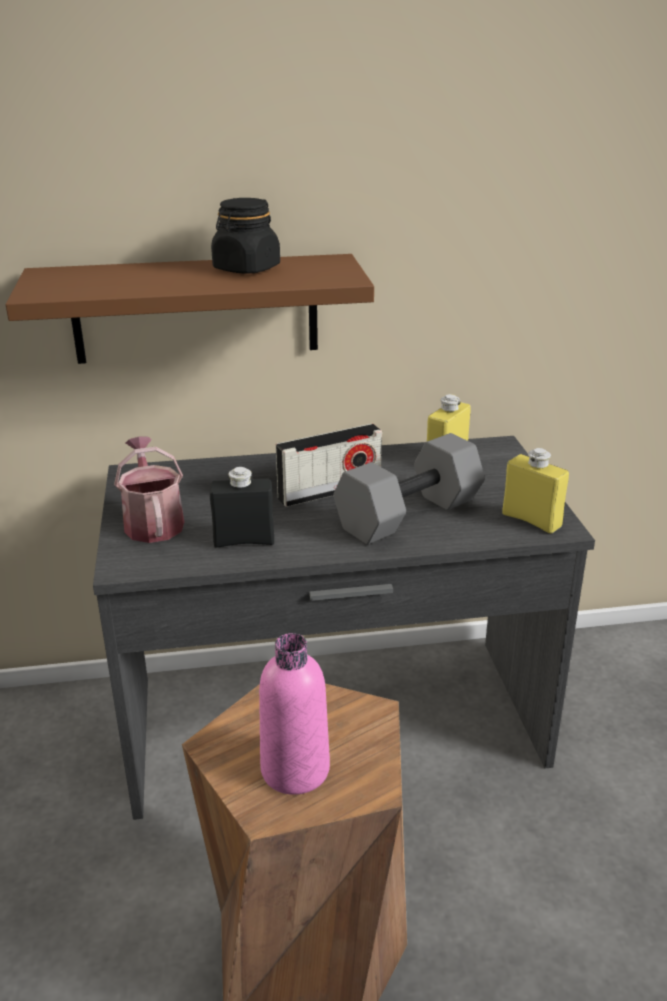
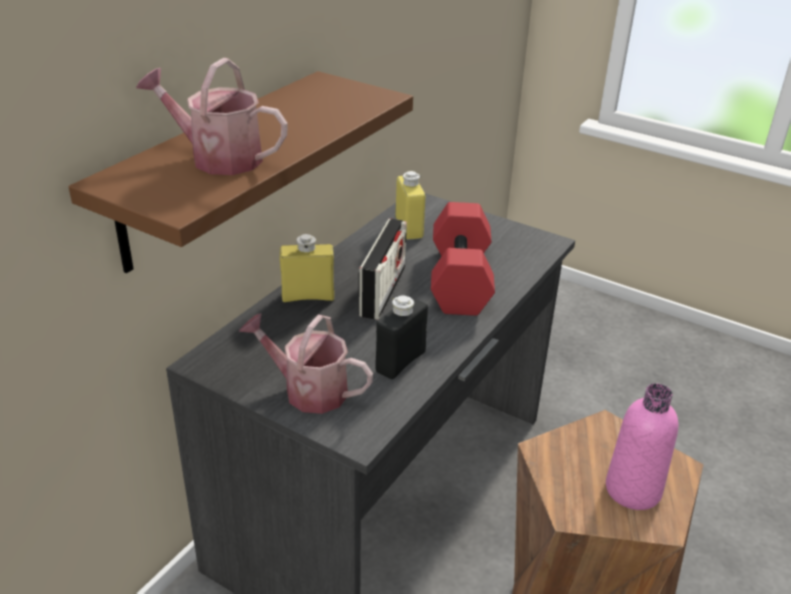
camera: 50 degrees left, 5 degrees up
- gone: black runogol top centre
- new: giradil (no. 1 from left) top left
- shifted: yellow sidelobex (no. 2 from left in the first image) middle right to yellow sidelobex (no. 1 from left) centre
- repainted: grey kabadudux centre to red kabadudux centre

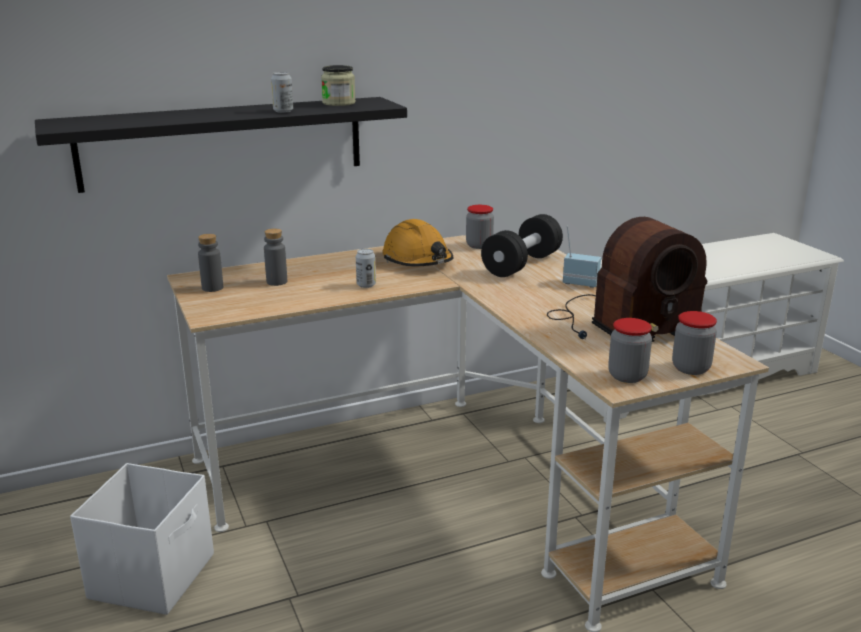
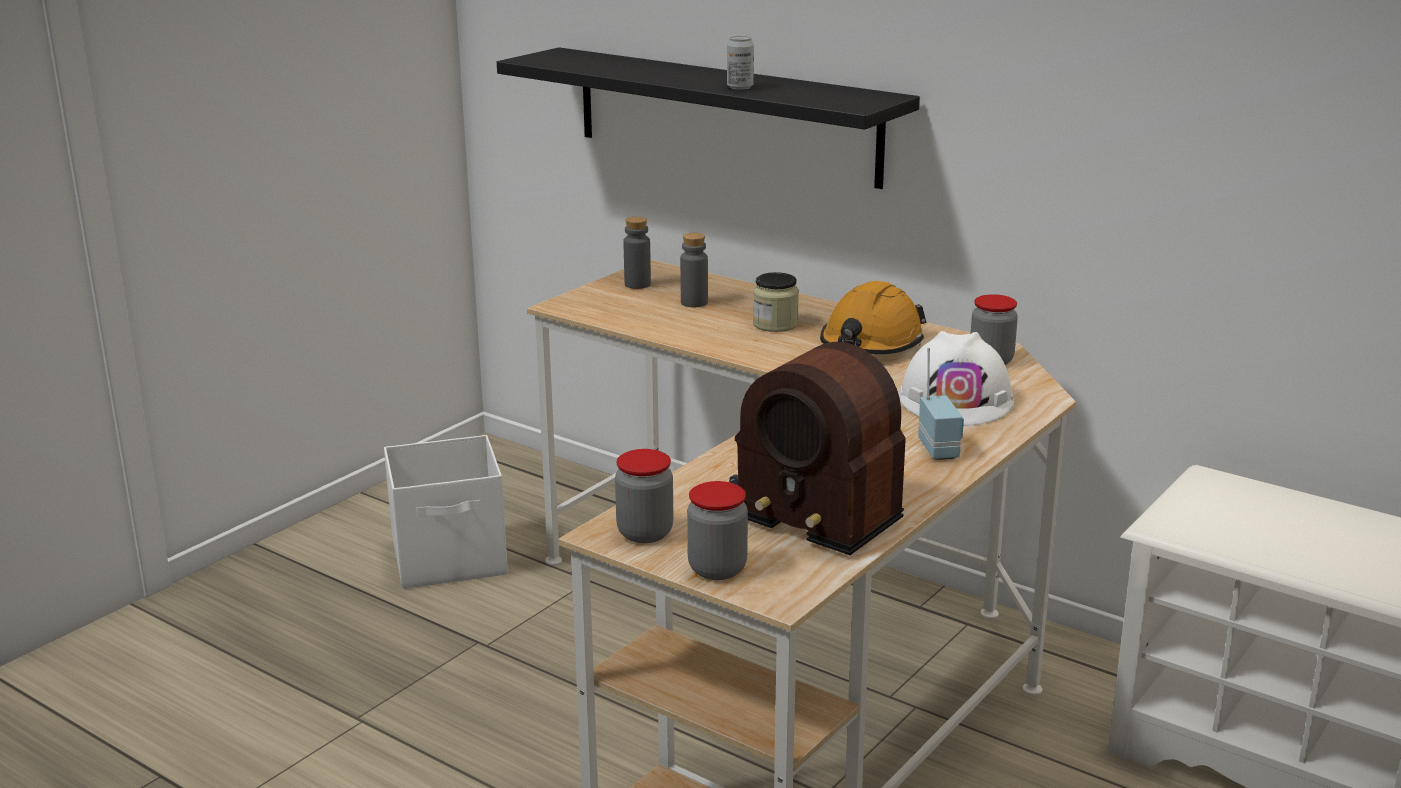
camera: 60 degrees right, 0 degrees up
- gone: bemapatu (no. 2 from left) centre
- shifted: runogol (no. 1 from left in the first image) top centre to runogol (no. 3 from left) centre
- swapped: black kabadudux centre to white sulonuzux middle right

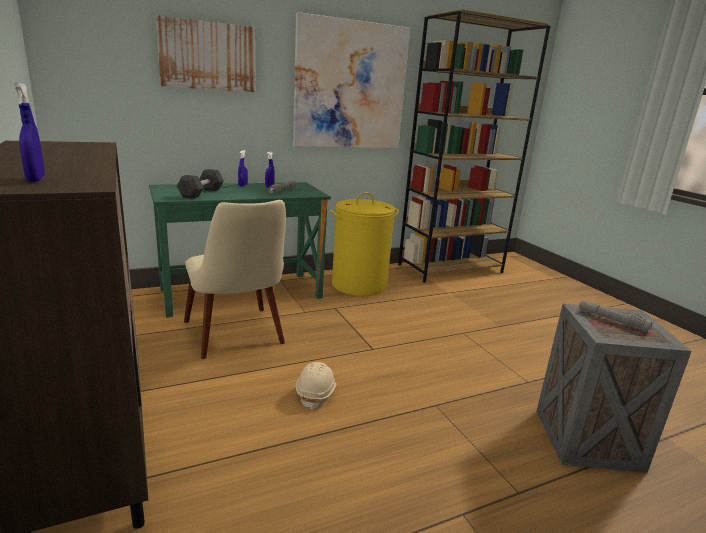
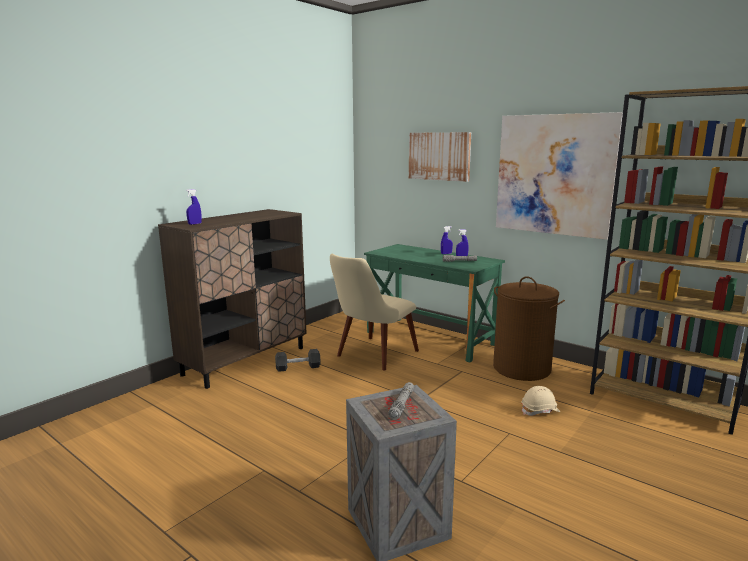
camera: 65 degrees right, 5 degrees down
- shifted: black kabadudux middle left to centre
- shifted: beige sulonuzux bottom centre to bottom right
- repainted: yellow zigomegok centre to brown zigomegok middle right

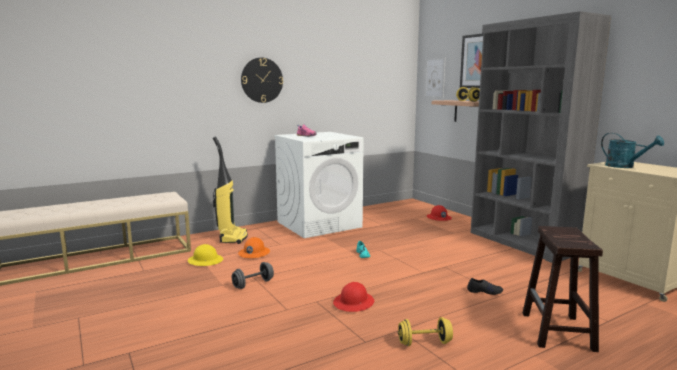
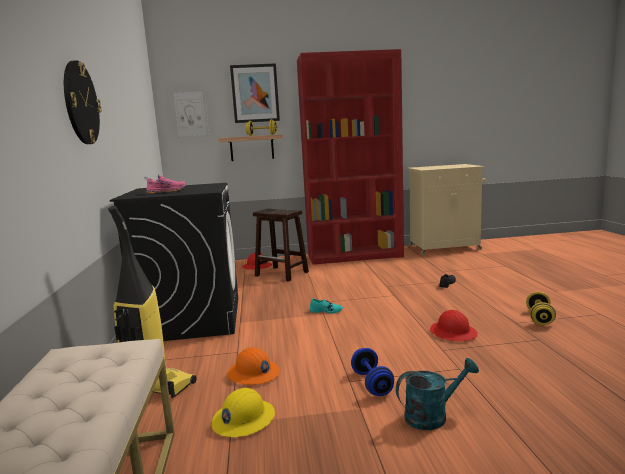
camera: 65 degrees left, 0 degrees up
- shifted: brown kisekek bottom right to centre
- shifted: turquoise giradil middle right to bottom right
- repainted: grey kabadudux bottom centre to blue kabadudux bottom centre
- repainted: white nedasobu centre to black nedasobu middle left
- repainted: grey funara middle right to red funara top centre

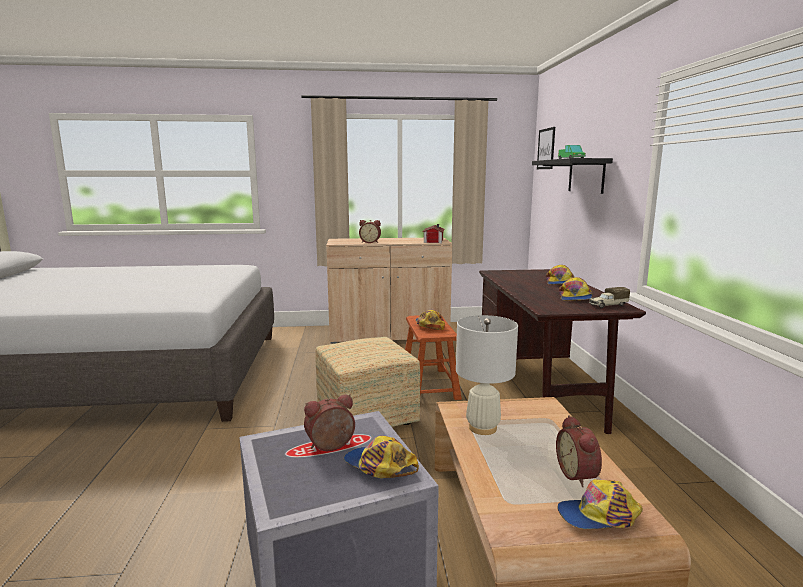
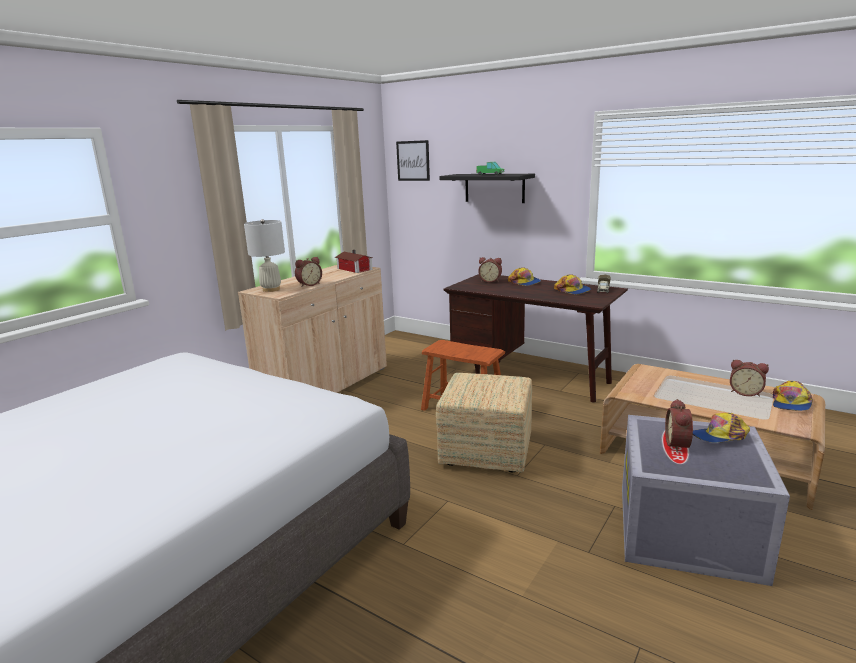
camera: 50 degrees left, 5 degrees up
- gone: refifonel (no. 2 from left) centre
- new: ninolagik (no. 2 from left) centre
- shifted: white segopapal centre to middle left

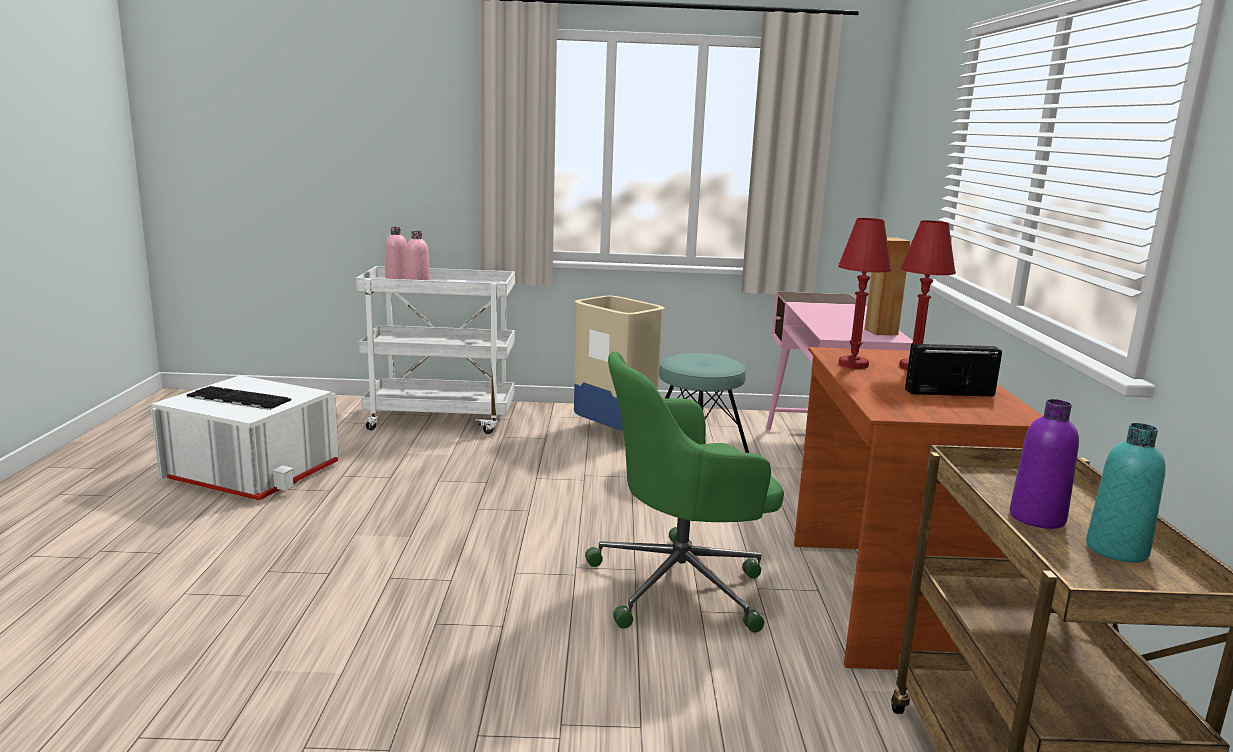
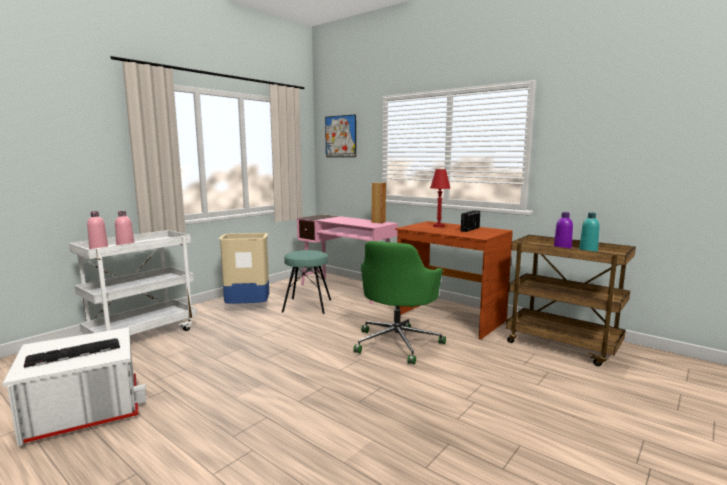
camera: 50 degrees left, 5 degrees down
- gone: red segopapal (no. 1 from left) middle right
- new: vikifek top centre

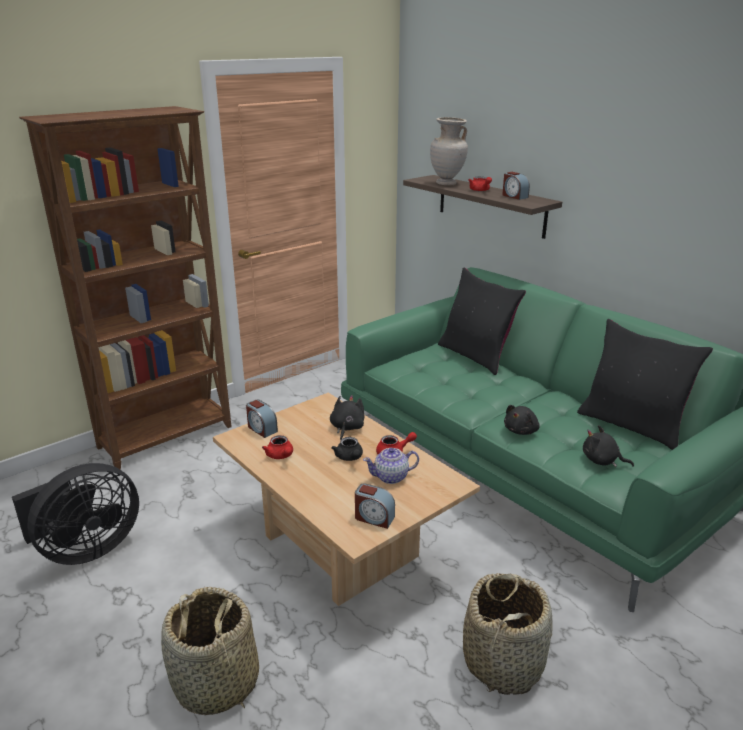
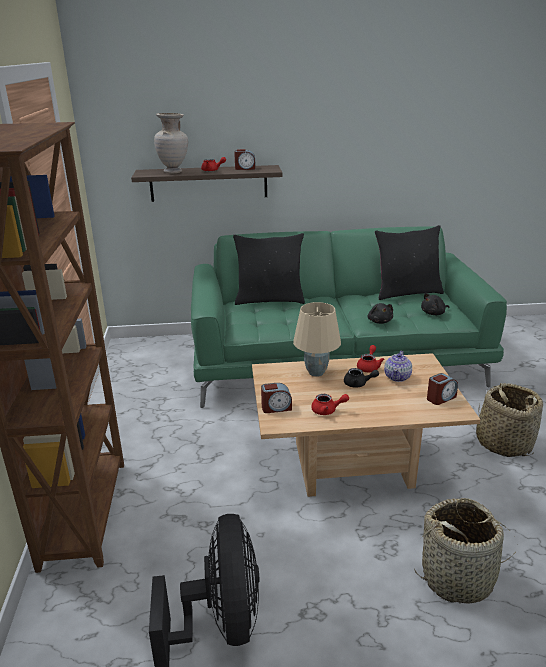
camera: 55 degrees left, 0 degrees up
- swapped: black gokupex (no. 1 from left) centre to beige segopapal centre

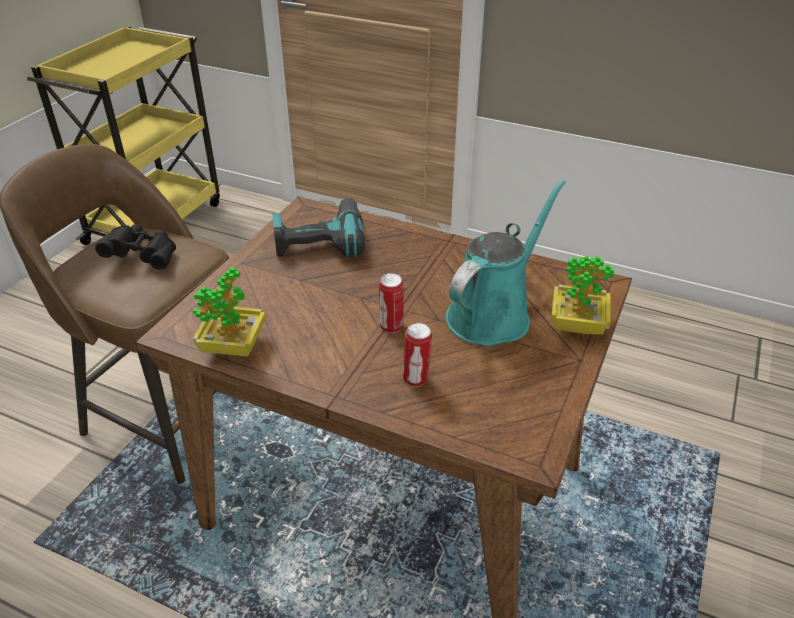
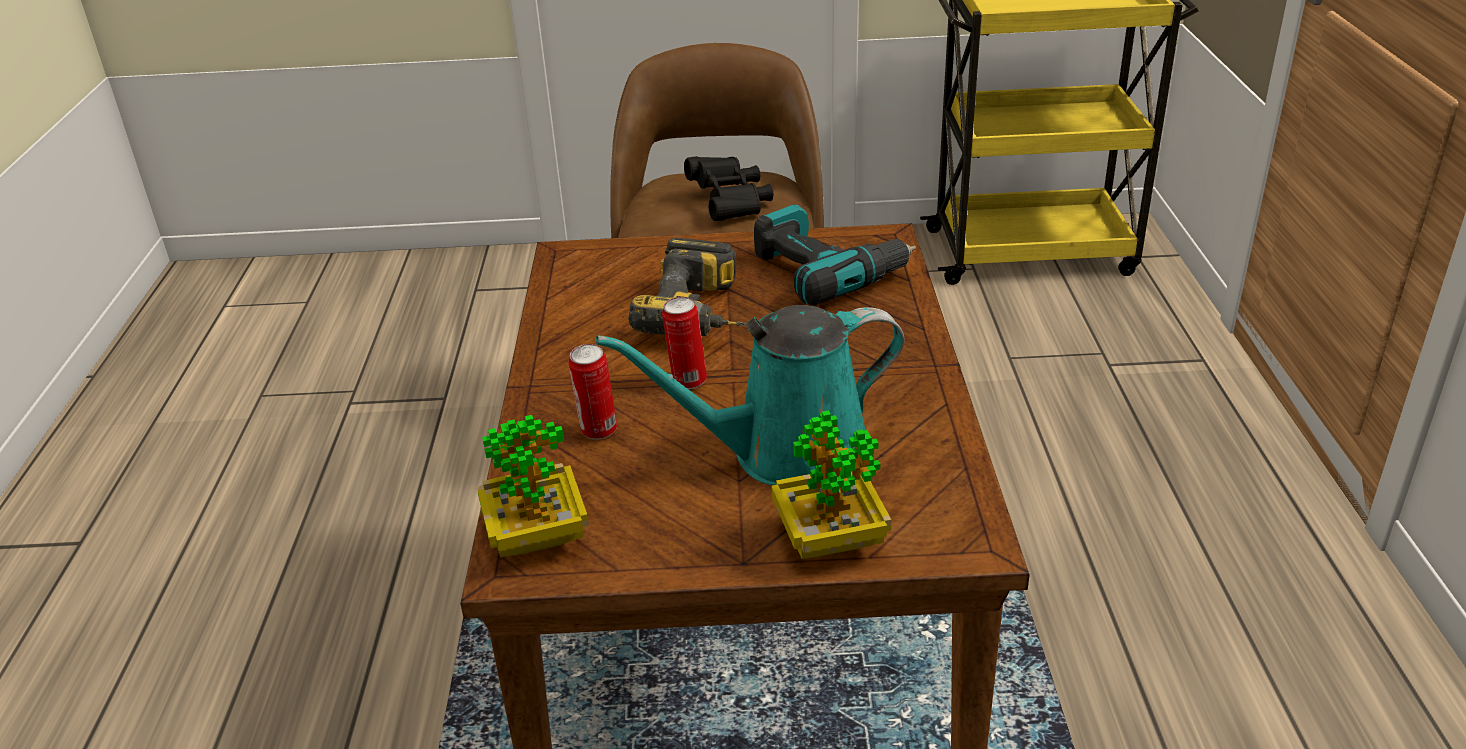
camera: 65 degrees right, 5 degrees down
- new: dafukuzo (no. 1 from left) centre
- shifted: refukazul (no. 1 from left) middle left to centre
- rotated: turquoise giradil centre = centre 150 degrees clockwise

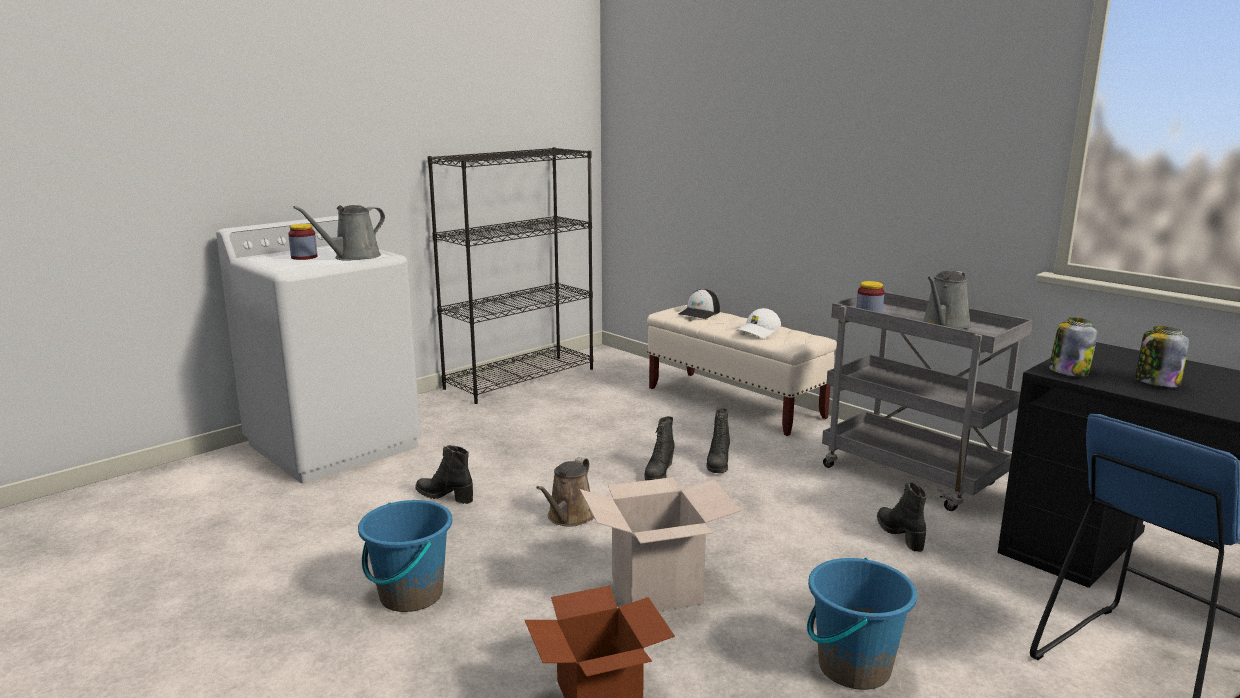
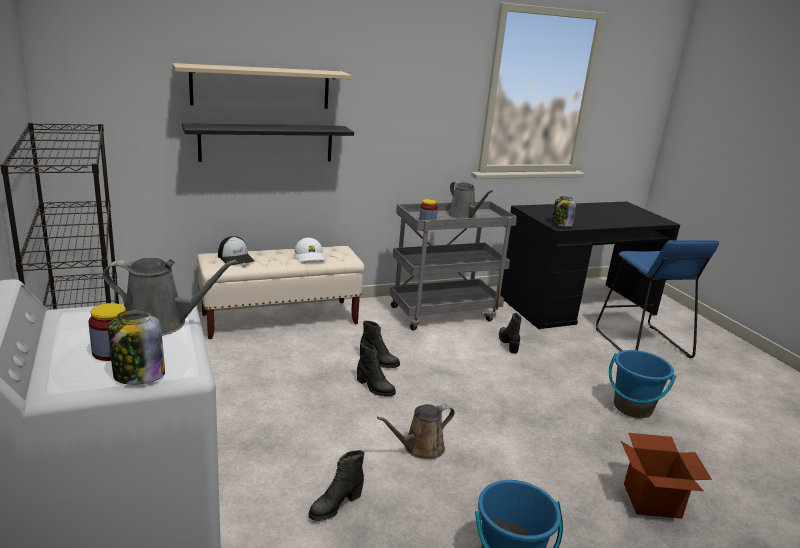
camera: 70 degrees left, 5 degrees up
- gone: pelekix (no. 2 from left) bottom centre
- new: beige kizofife top left
- new: black kizofife top centre
- shifted: runogol (no. 4 from left in the first image) middle right to runogol (no. 2 from left) middle left
- rotated: grey giradil (no. 1 from left) middle left = middle left 60 degrees counterclockwise
- rotated: brown giradil bottom centre = bottom centre 105 degrees clockwise
- rotated: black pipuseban (no. 4 from left) bottom right = centre 75 degrees clockwise

